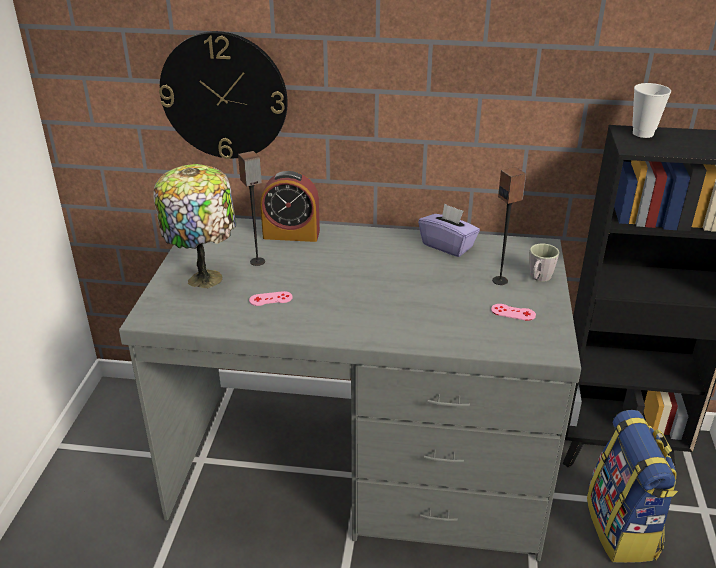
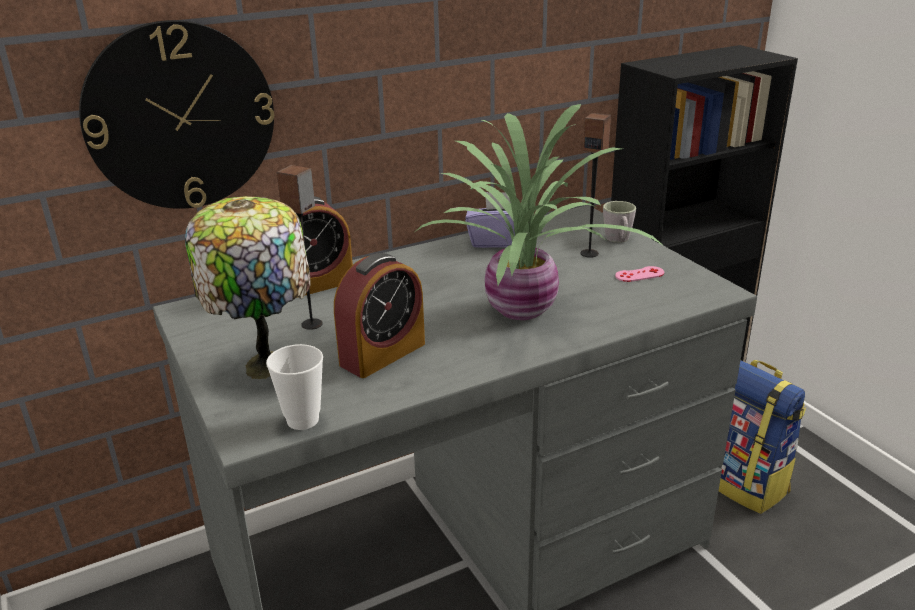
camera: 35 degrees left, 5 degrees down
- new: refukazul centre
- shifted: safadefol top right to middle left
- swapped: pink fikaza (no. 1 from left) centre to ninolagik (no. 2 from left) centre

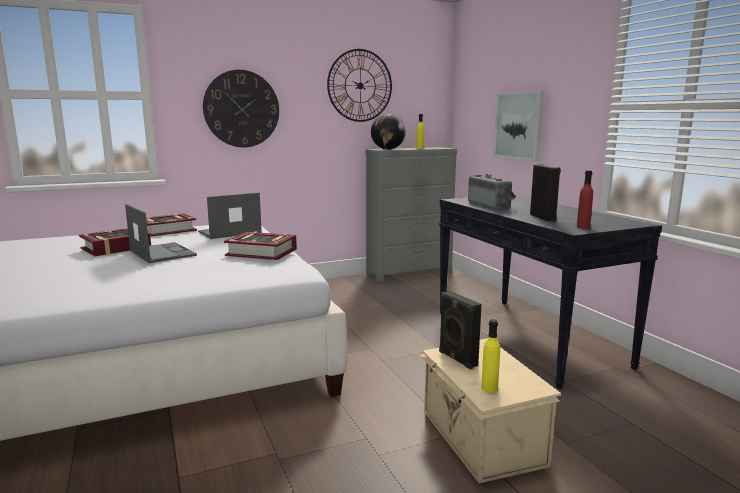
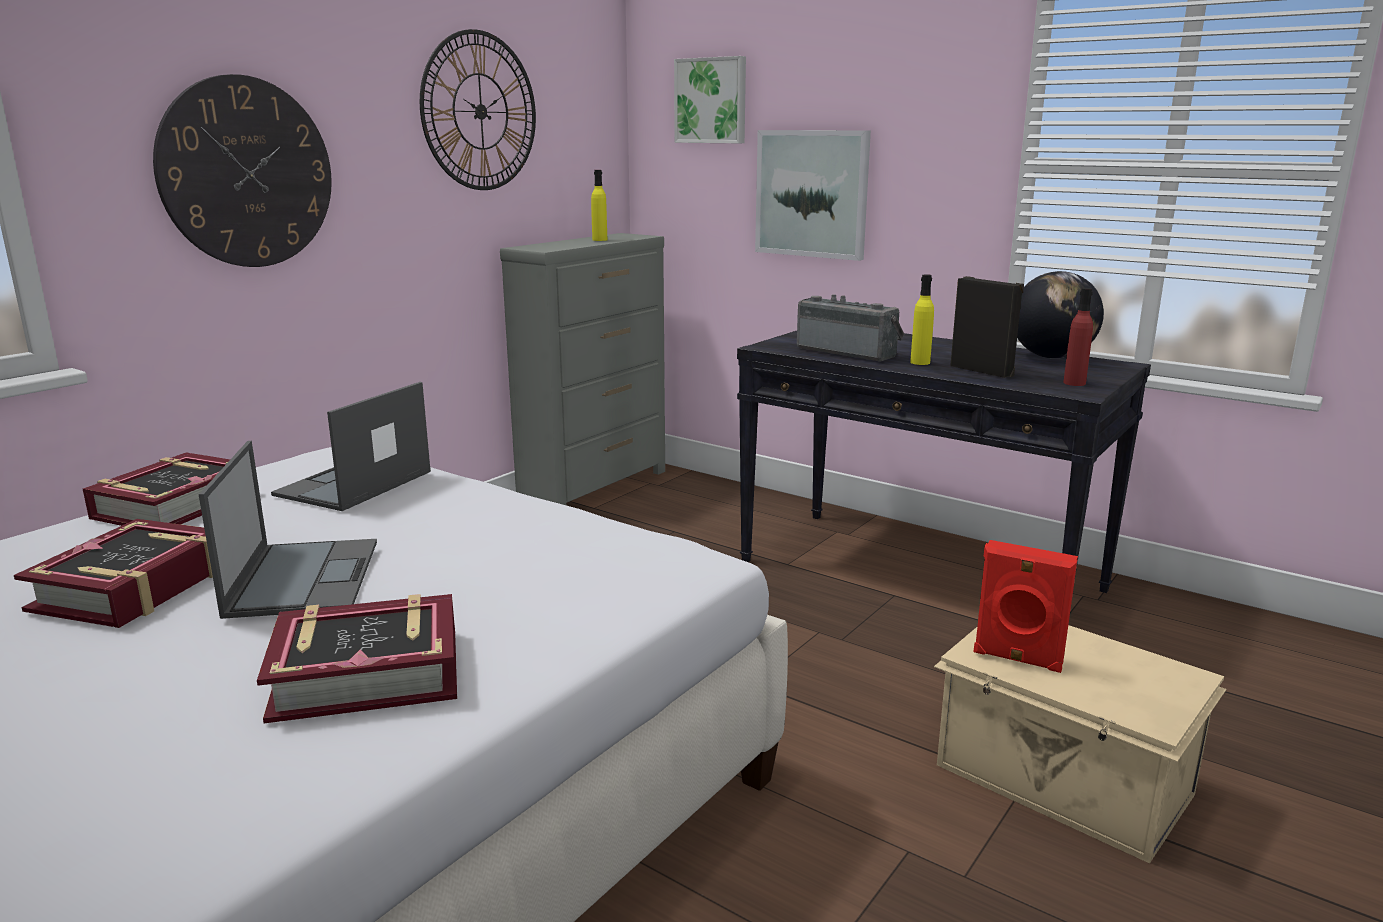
camera: 30 degrees left, 5 degrees up
- new: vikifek (no. 1 from left) top centre
- shifted: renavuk (no. 3 from left) centre to bottom left
- shifted: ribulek top centre to middle right
- shifted: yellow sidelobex (no. 2 from left) bottom centre to middle right
- repainted: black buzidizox (no. 1 from left) bottom centre to red buzidizox middle right
- rotated: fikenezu (no. 1 from left) middle left = middle left 60 degrees clockwise

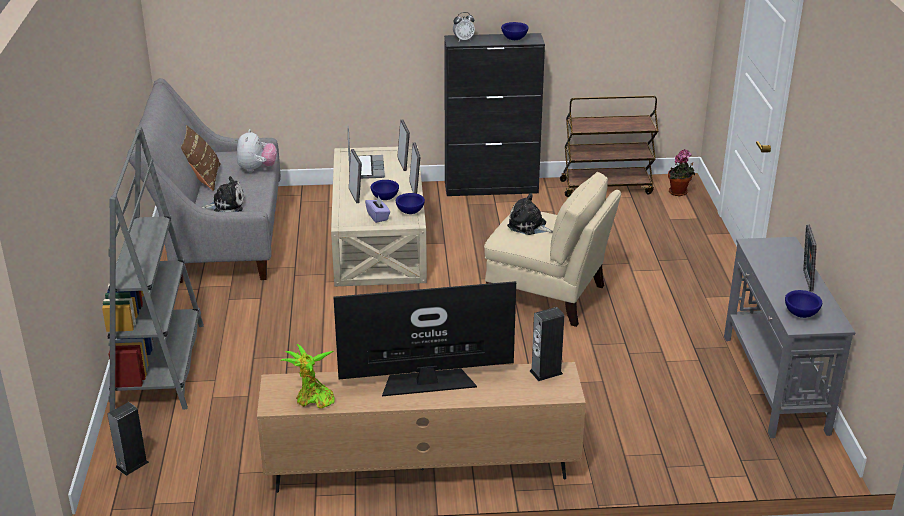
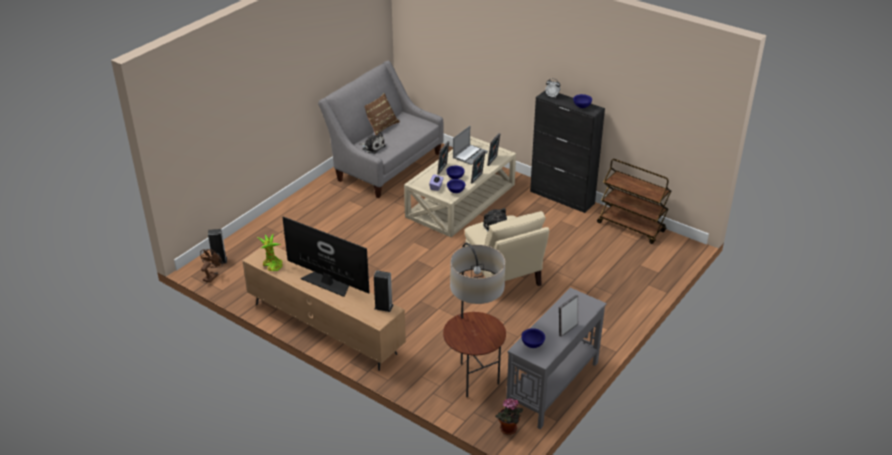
camera: 40 degrees right, 5 degrees up
- gone: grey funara middle left
- gone: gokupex (no. 2 from left) top left
- new: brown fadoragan middle left
- new: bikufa bottom centre
- shifted: refukazul (no. 2 from left) middle right to bottom centre

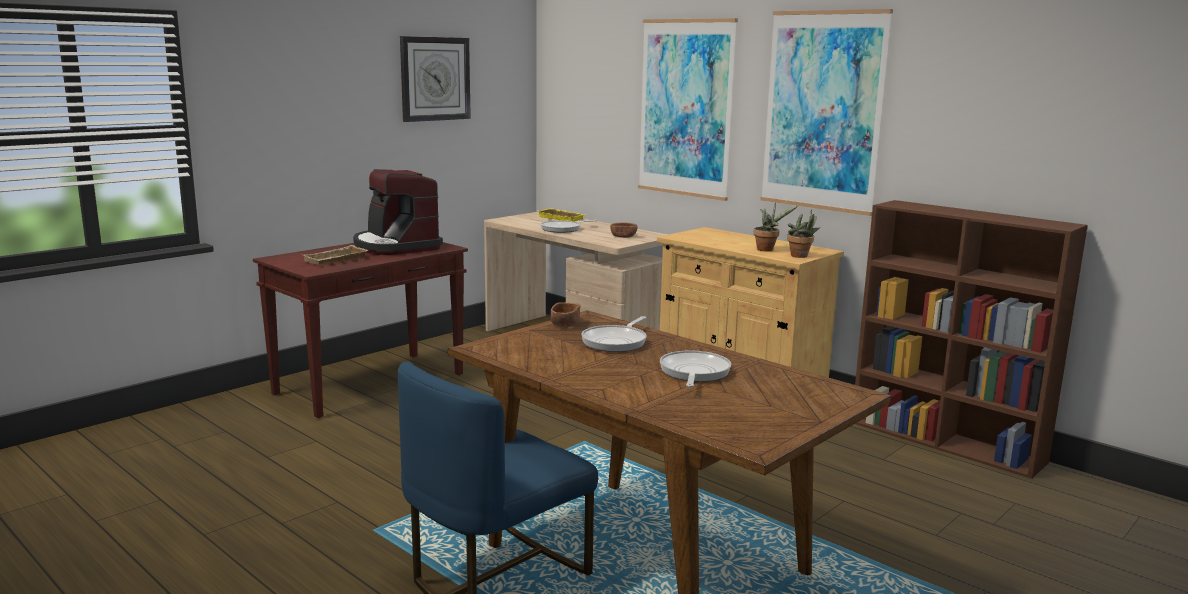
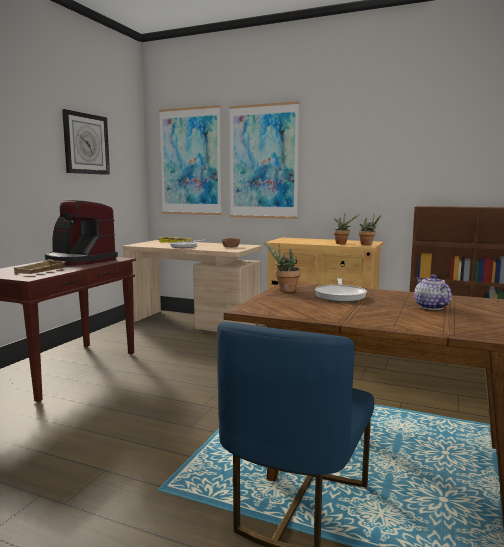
camera: 20 degrees left, 5 degrees down
- shifted: vikifek (no. 2 from left in the first image) top right to vikifek (no. 1 from left) top centre
- swapped: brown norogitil (no. 1 from left) centre to refukazul (no. 1 from left) centre
- swapped: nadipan (no. 3 from left) centre to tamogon middle right

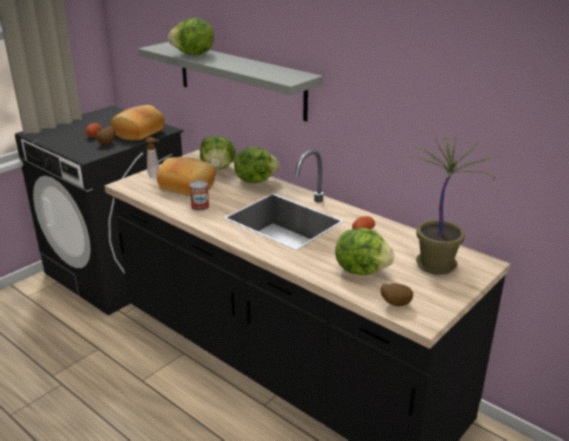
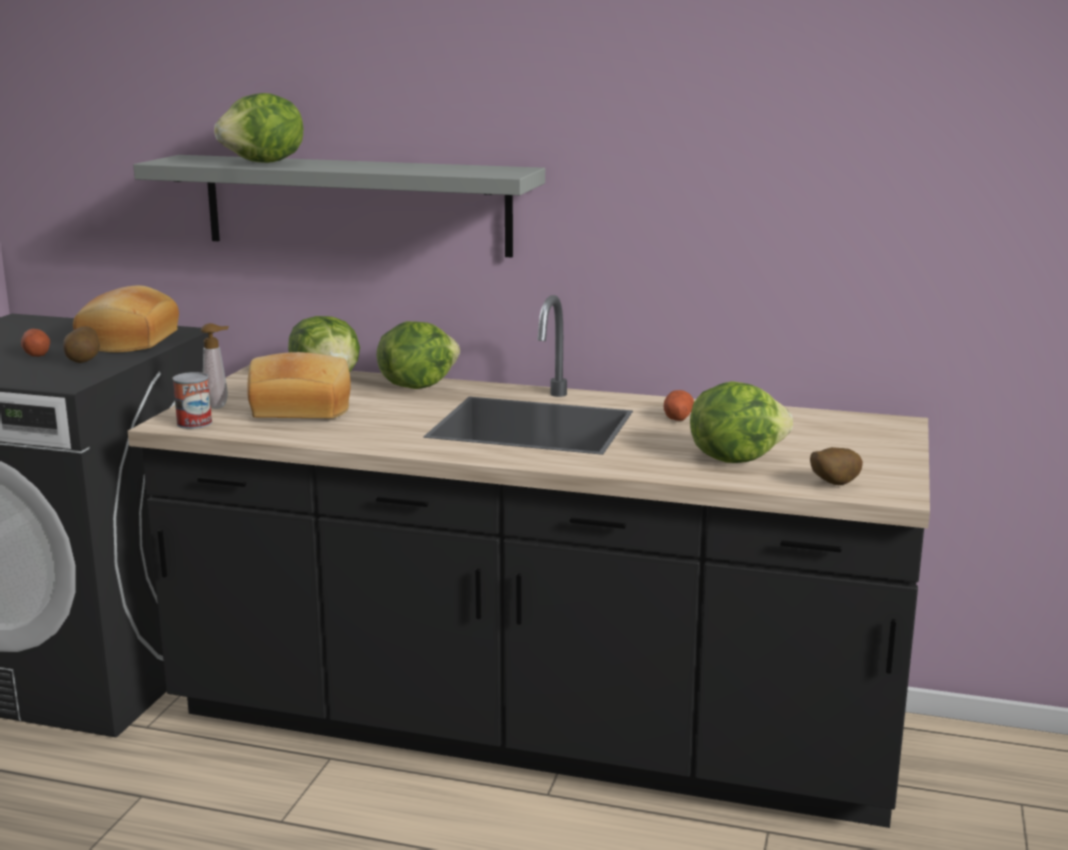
camera: 25 degrees left, 10 degrees down
- gone: refukazul middle right
- shifted: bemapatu centre to middle left

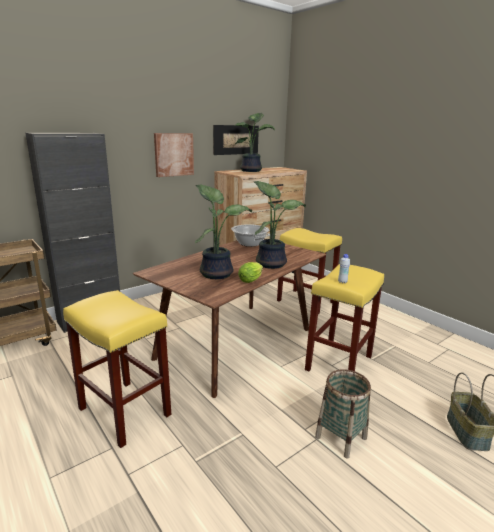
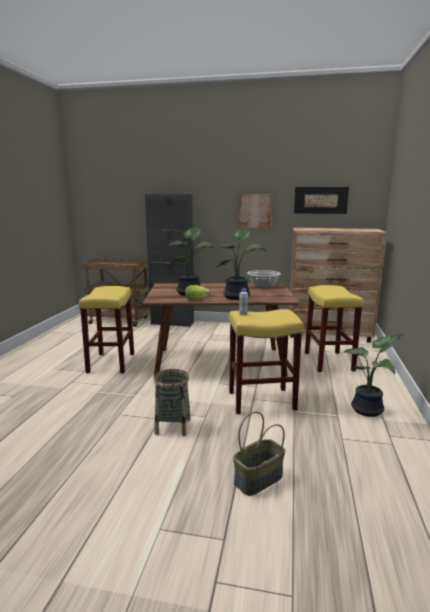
camera: 50 degrees right, 5 degrees down
- shifted: refukazul (no. 2 from left in the first image) top centre to refukazul (no. 3 from left) middle right

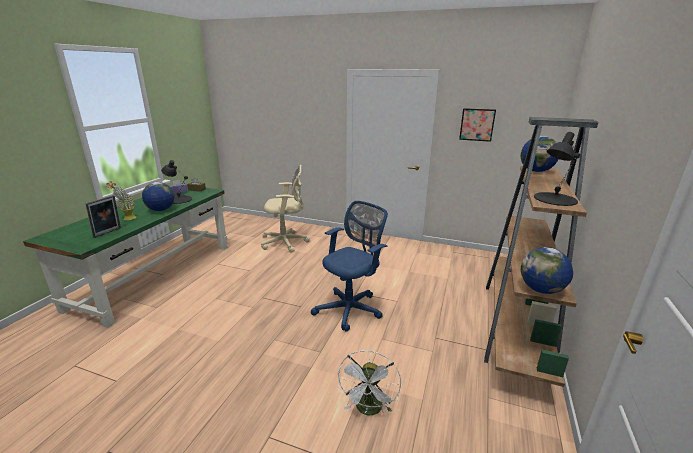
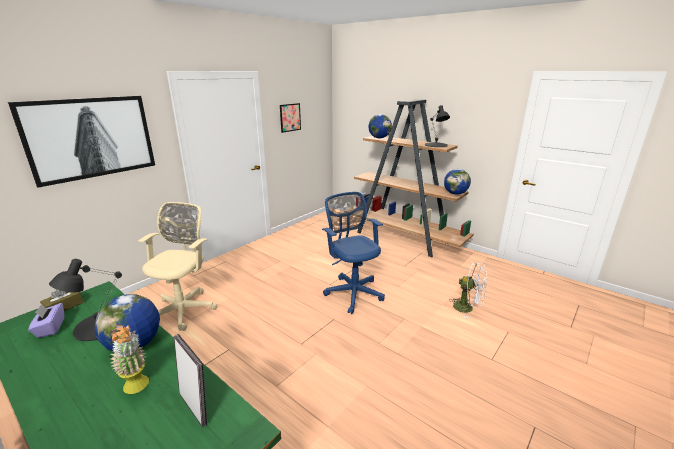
camera: 70 degrees left, 0 degrees up
- new: vikifek (no. 1 from left) top left

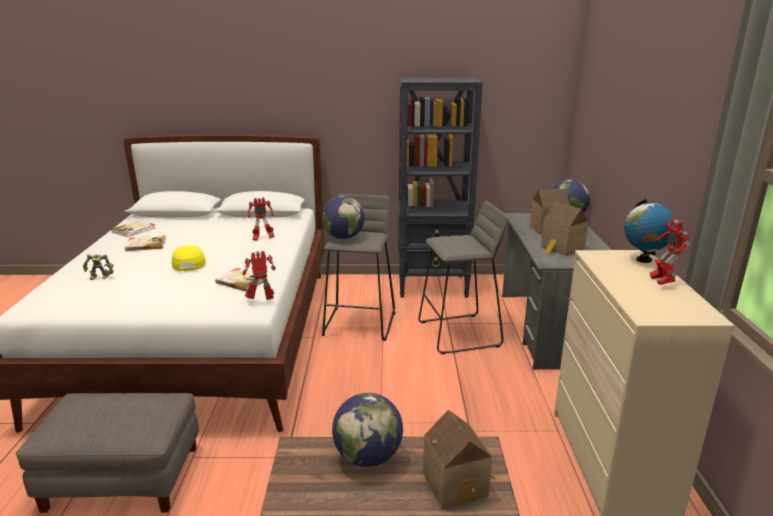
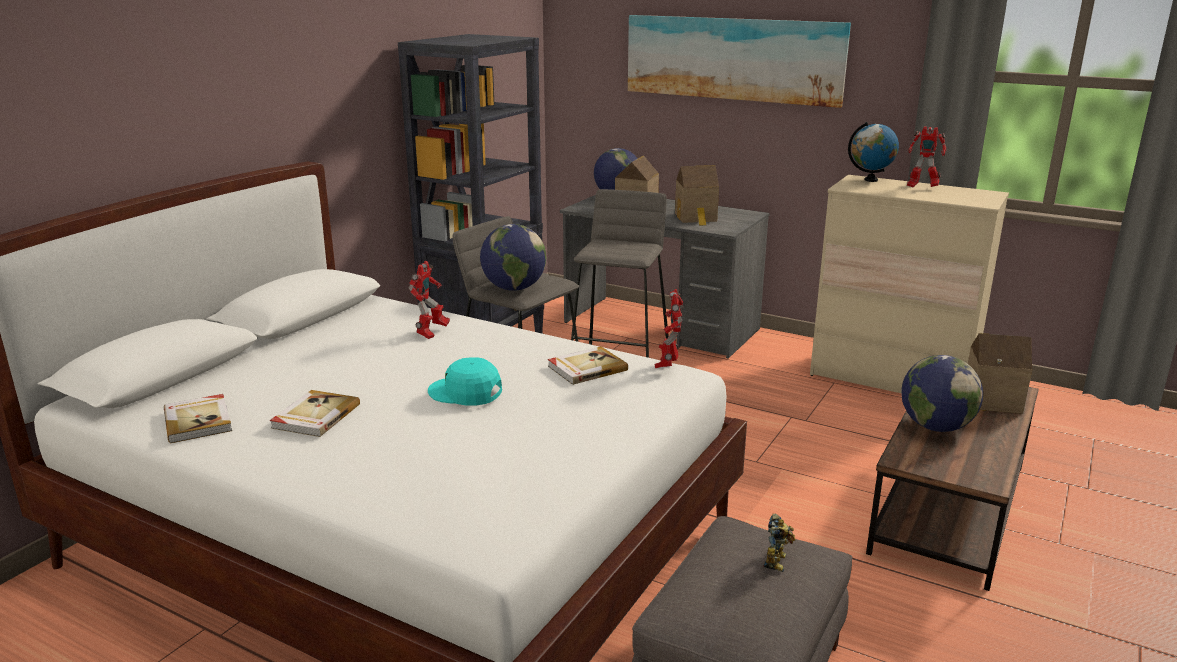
camera: 60 degrees left, 0 degrees up
- new: vikifek top centre
- shifted: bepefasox (no. 1 from left in the first image) middle left to bepefasox (no. 3 from left) bottom centre
- repainted: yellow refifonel middle left to turquoise refifonel centre

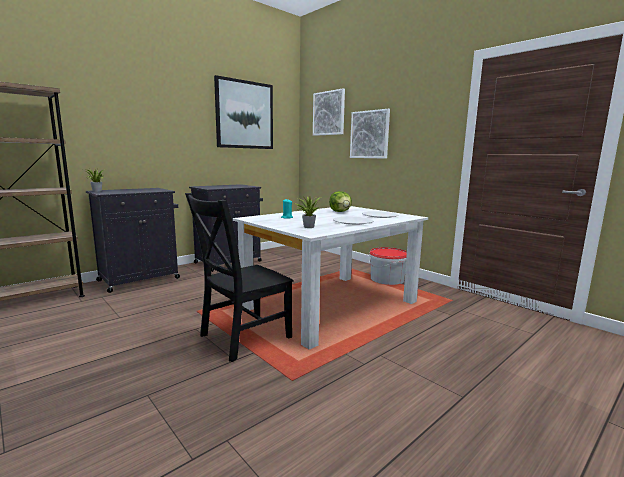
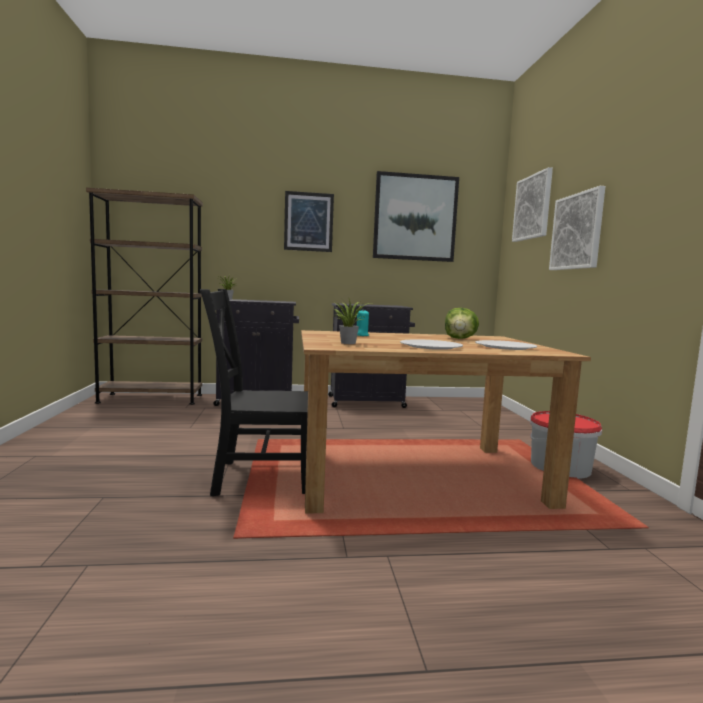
camera: 35 degrees right, 5 degrees down
- new: vikifek (no. 1 from left) top centre
- repainted: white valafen centre to brown valafen centre

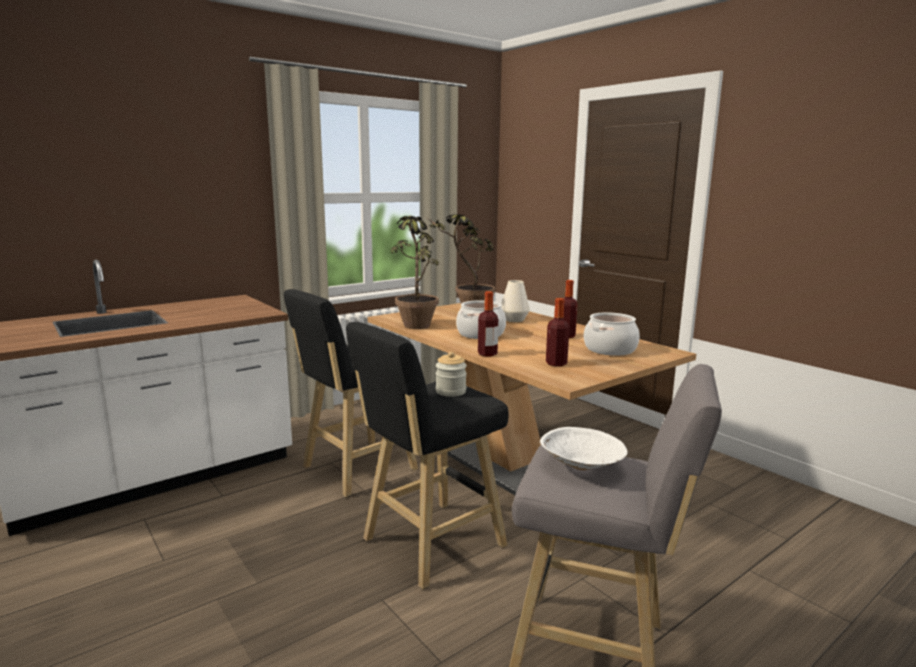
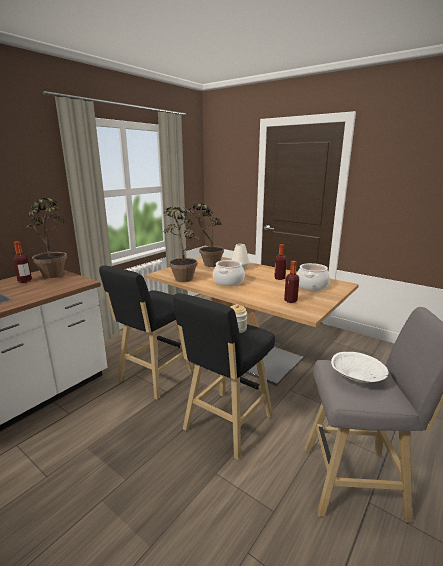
camera: 15 degrees left, 5 degrees up
- new: refukazul (no. 1 from left) middle left
- shifted: sidelobex (no. 1 from left) centre to middle left

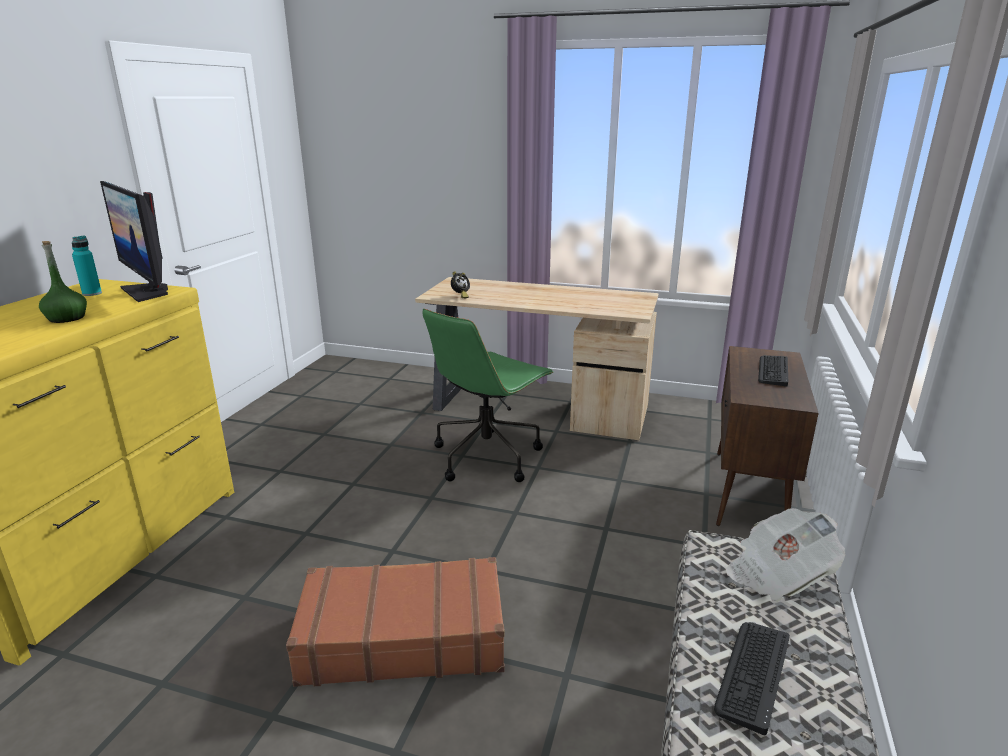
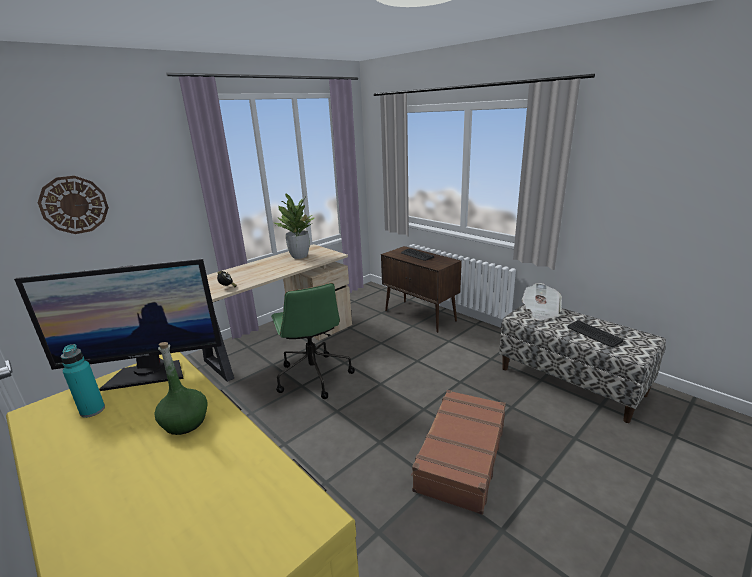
camera: 60 degrees left, 0 degrees up
- new: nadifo middle left
- new: refukazul centre

